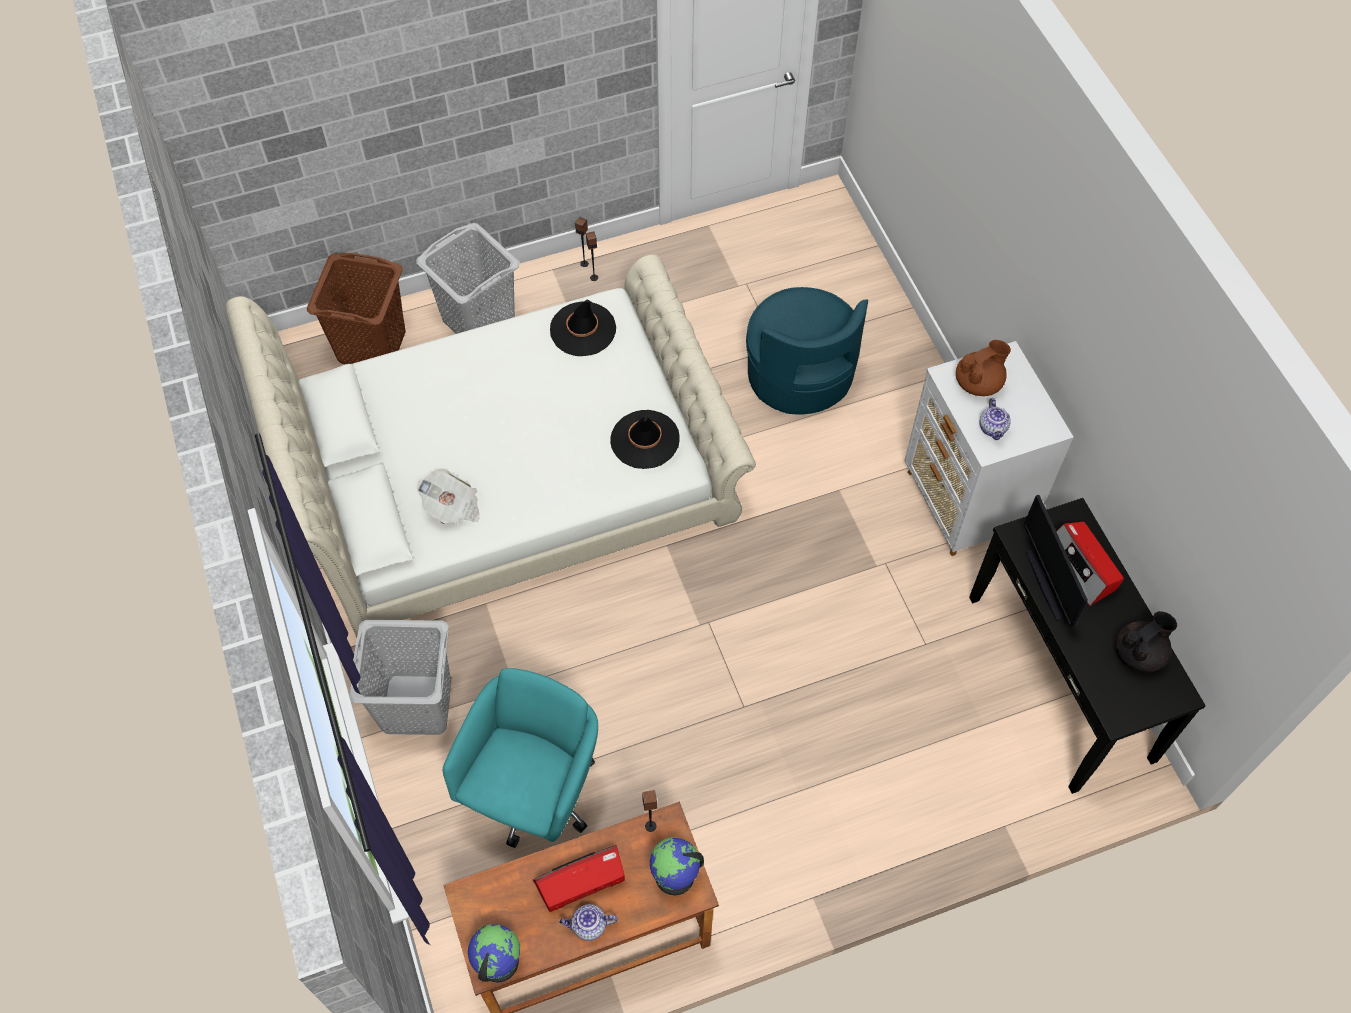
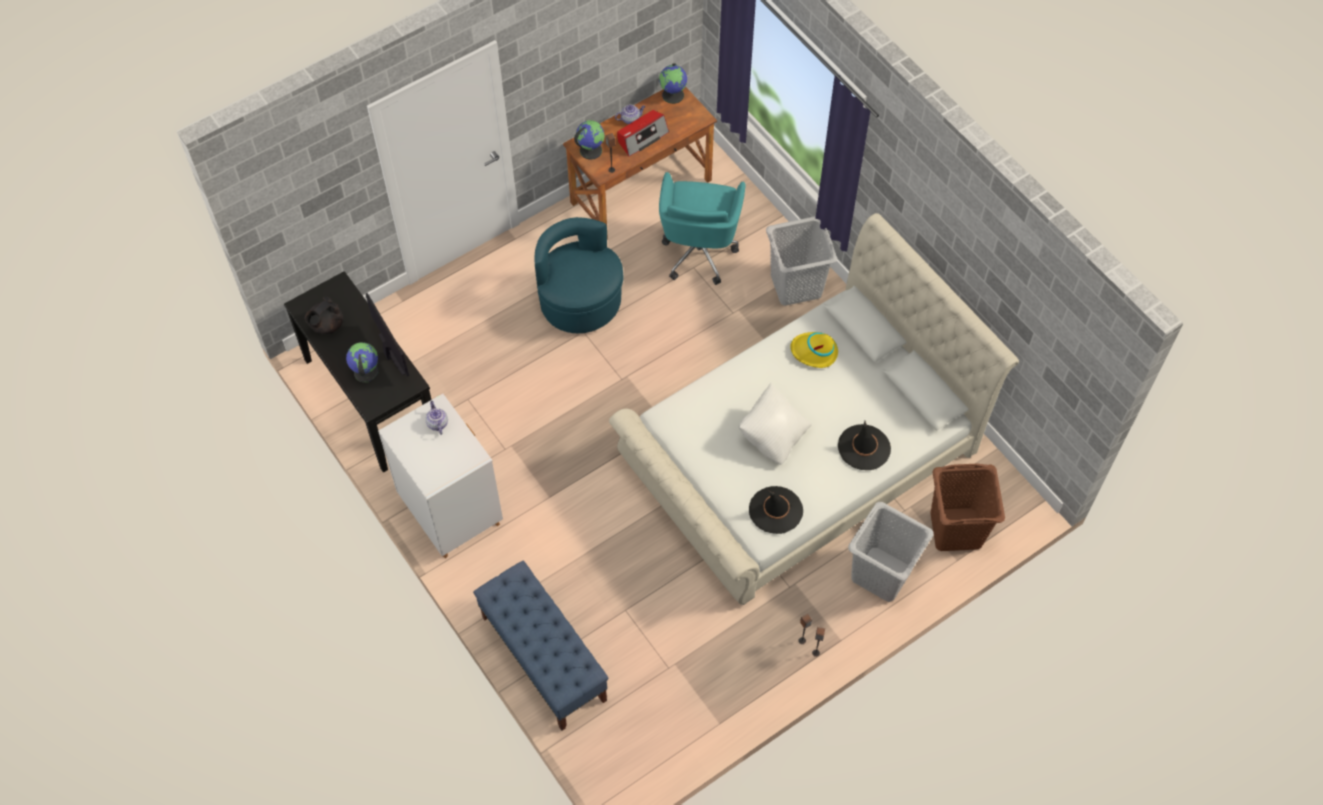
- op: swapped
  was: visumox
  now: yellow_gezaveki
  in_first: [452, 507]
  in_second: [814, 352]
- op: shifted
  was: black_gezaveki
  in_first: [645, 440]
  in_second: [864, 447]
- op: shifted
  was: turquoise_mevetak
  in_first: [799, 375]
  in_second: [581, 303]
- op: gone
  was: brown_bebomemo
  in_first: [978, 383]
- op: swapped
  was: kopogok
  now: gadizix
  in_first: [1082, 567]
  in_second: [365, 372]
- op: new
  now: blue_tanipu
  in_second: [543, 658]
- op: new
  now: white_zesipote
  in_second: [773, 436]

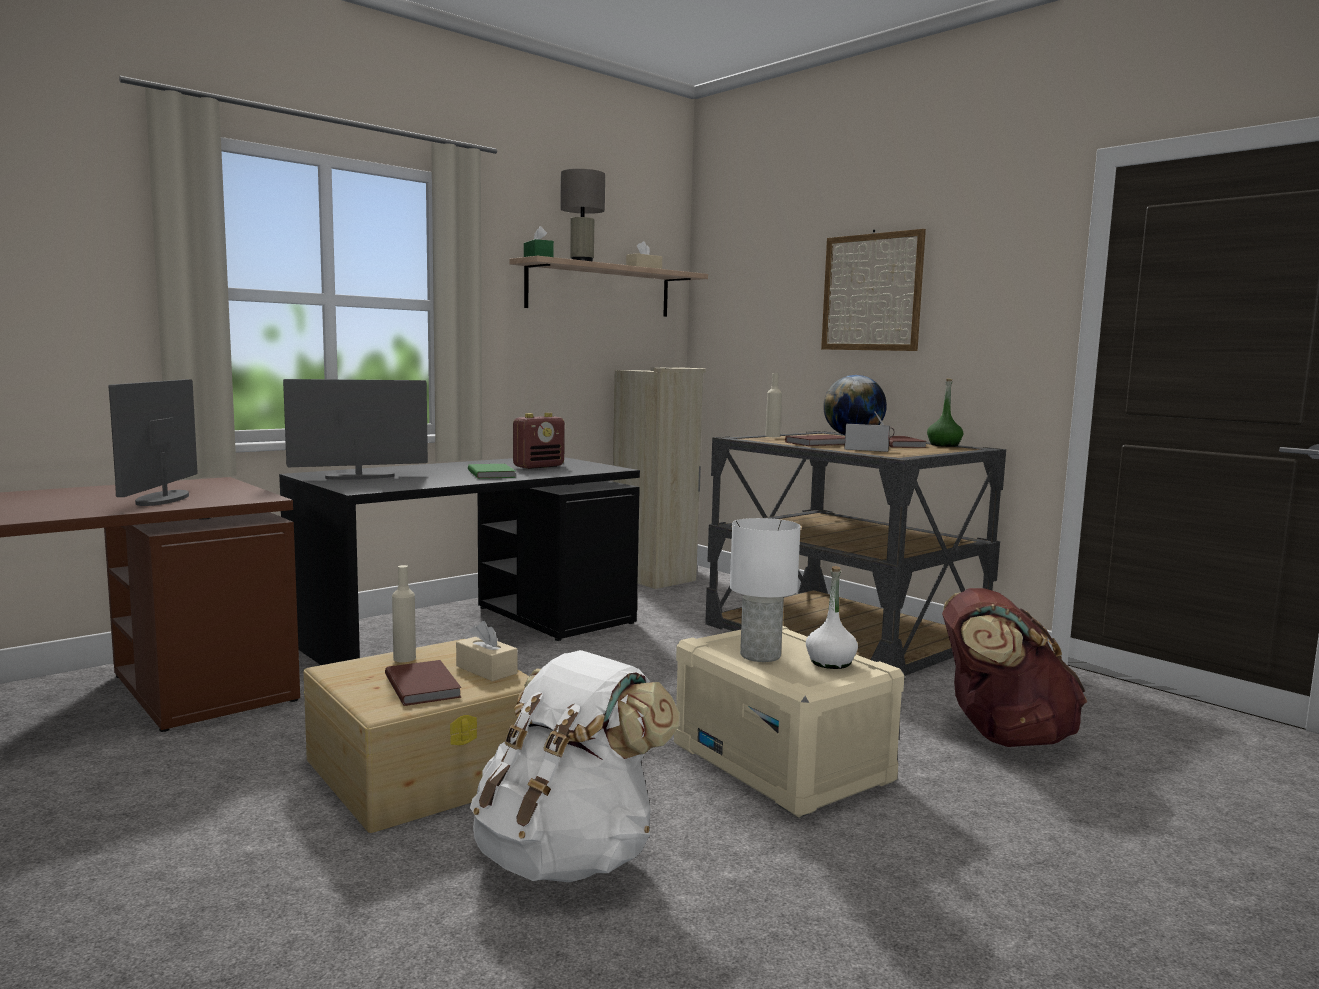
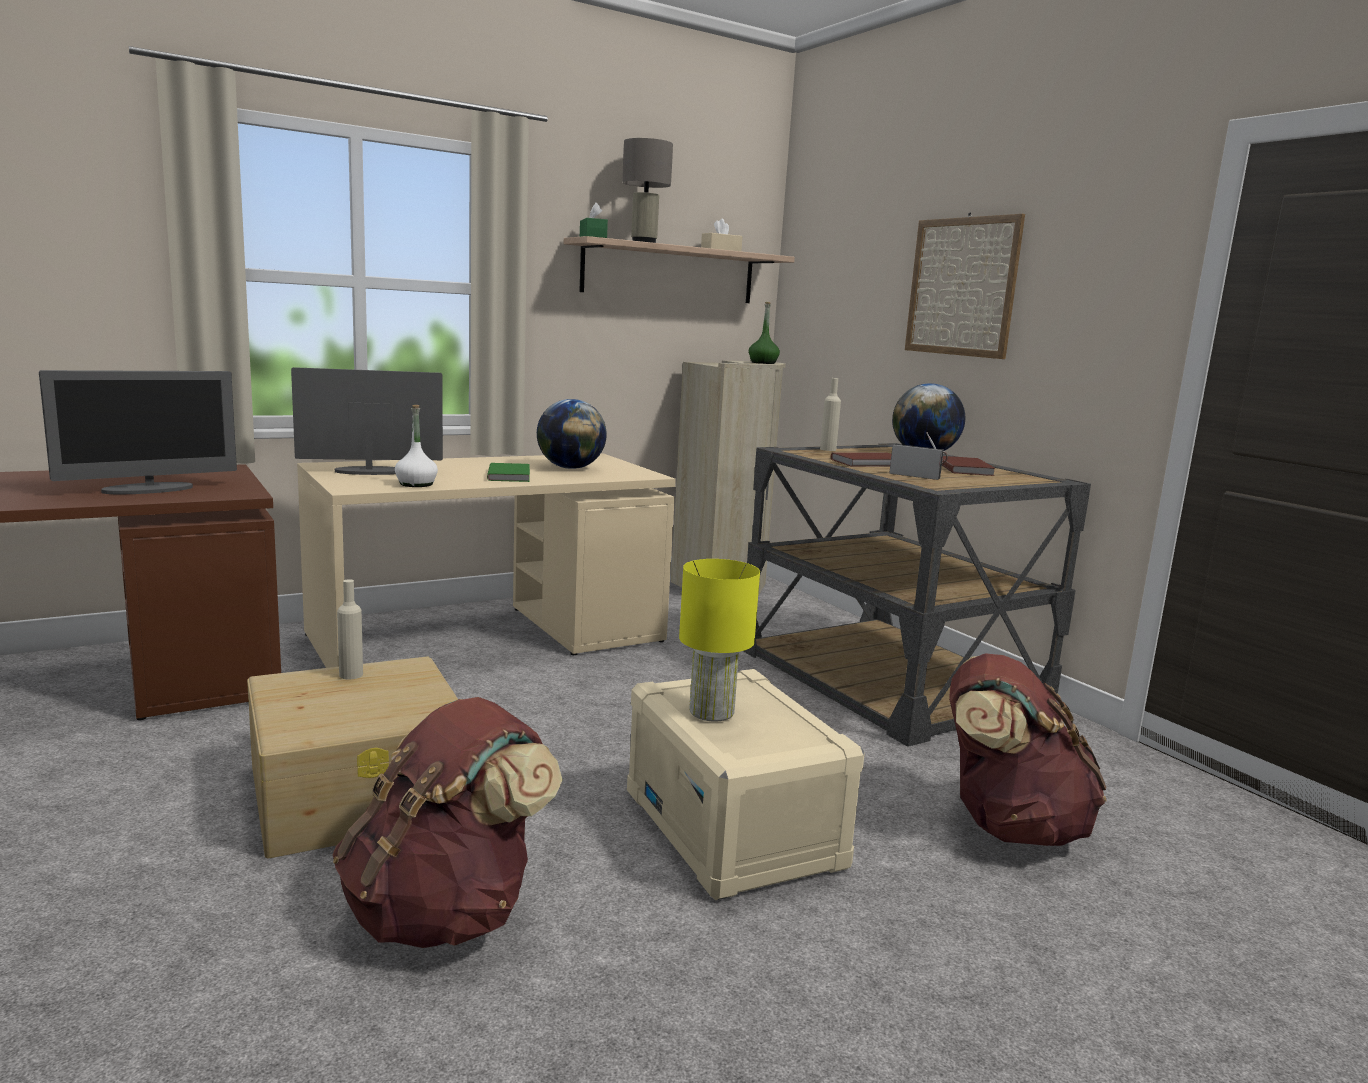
- op: rotated
  was: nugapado
  in_first: [162, 499]
  in_second: [149, 489]
  clockwise: -135
- op: repainted
  was: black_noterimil
  now: beige_noterimil
  in_first: [469, 633]
  in_second: [488, 637]
- op: gone
  was: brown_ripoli
  in_first: [424, 685]
- op: gone
  was: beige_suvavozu
  in_first: [486, 670]
- op: repainted
  was: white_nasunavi
  now: brown_nasunavi
  in_first: [568, 856]
  in_second: [446, 912]
- op: swapped
  was: kopogok
  now: gadizix
  in_first: [539, 466]
  in_second: [570, 468]
- op: repainted
  was: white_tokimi
  now: yellow_tokimi
  in_first: [760, 656]
  in_second: [711, 713]
- op: shifted
  was: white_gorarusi
  in_first: [830, 663]
  in_second: [416, 484]
- op: shifted
  was: green_gorarusi
  in_first: [944, 445]
  in_second: [763, 363]

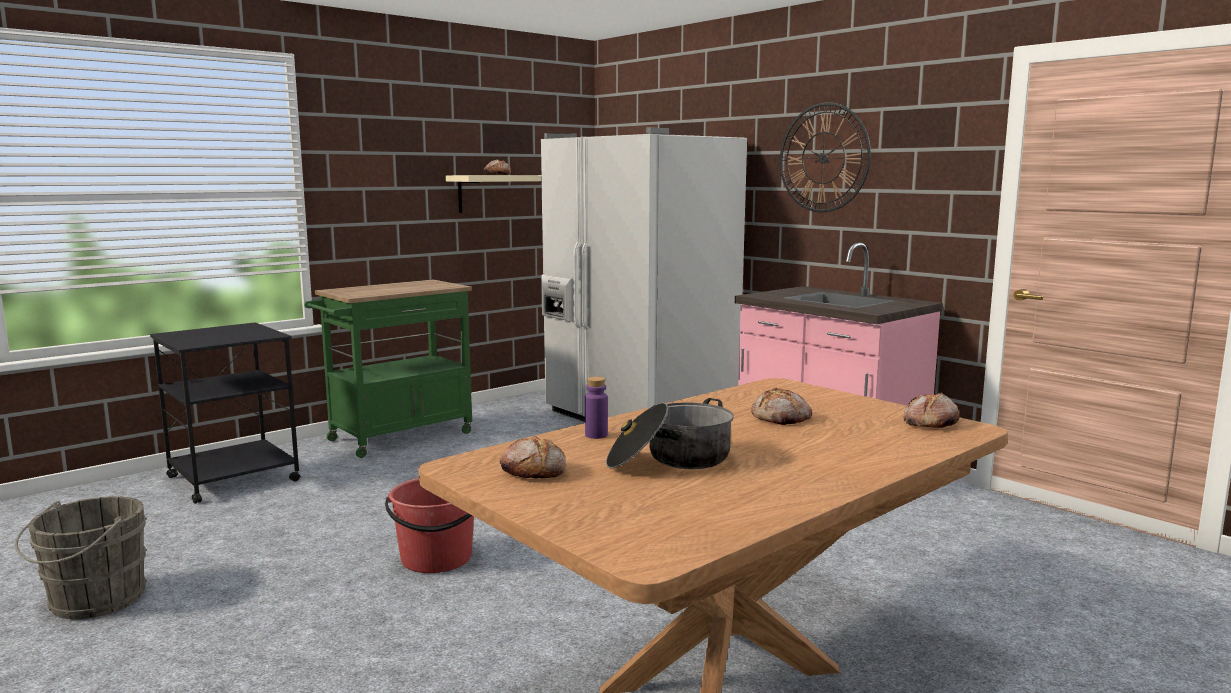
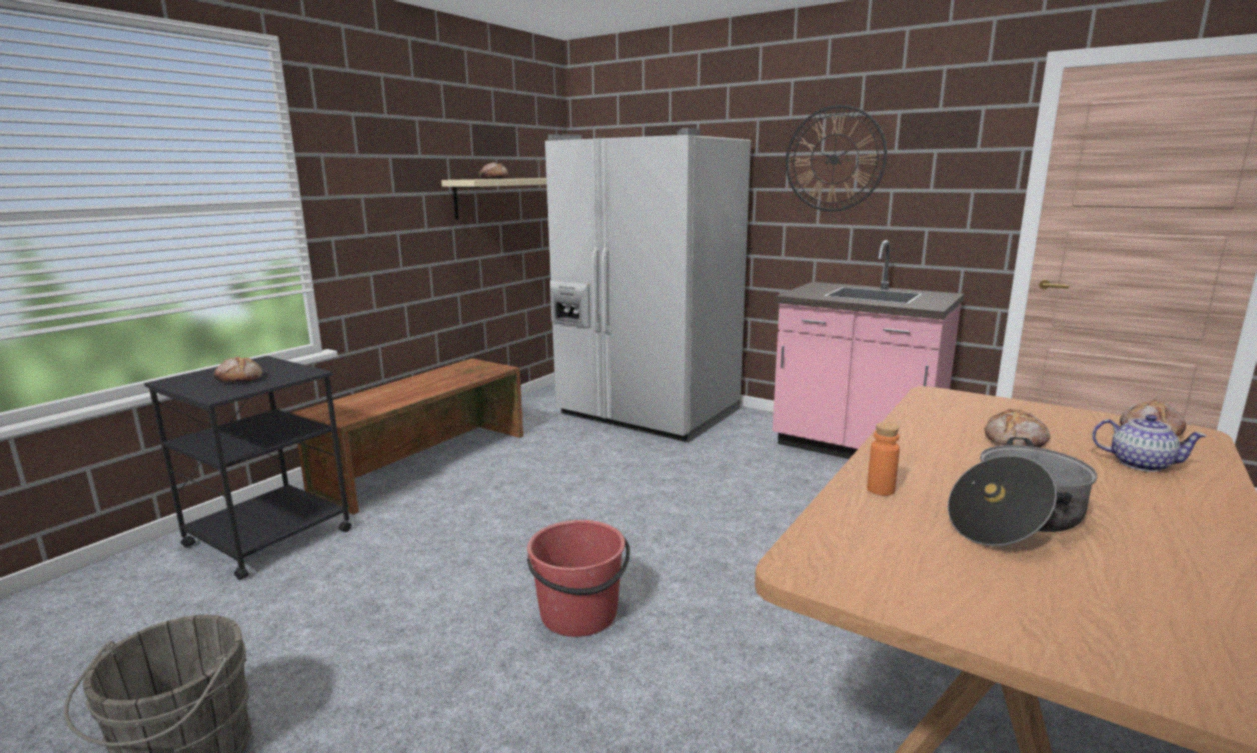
- op: swapped
  was: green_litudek
  now: brown_tanipu
  in_first: [396, 437]
  in_second: [424, 461]
- op: shifted
  was: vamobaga
  in_first: [534, 471]
  in_second: [240, 379]
- op: repainted
  was: purple_gorarusi
  now: orange_gorarusi
  in_first: [596, 435]
  in_second: [880, 489]
- op: new
  now: bebomemo
  in_second: [1140, 464]

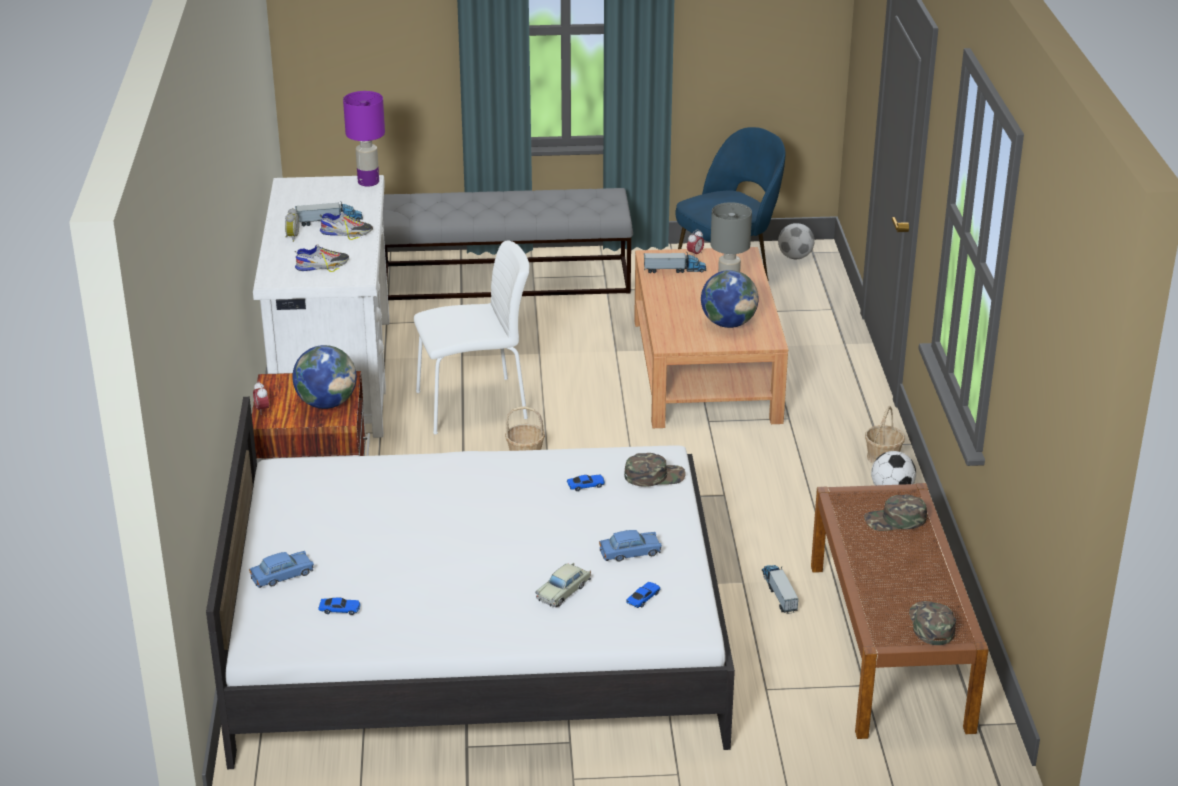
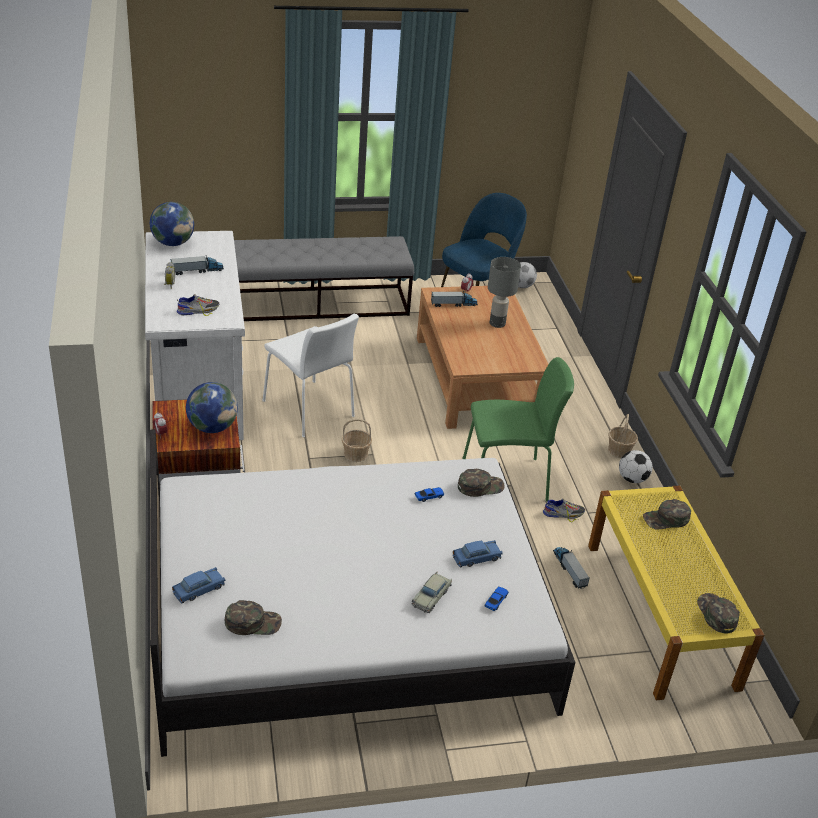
- op: swapped
  was: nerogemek
  now: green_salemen
  in_first: [340, 610]
  in_second: [253, 622]
- op: shifted
  was: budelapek
  in_first: [346, 232]
  in_second: [563, 513]
- op: gone
  was: purple_tokimi
  in_first: [368, 182]
- op: rotated
  was: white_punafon
  in_first: [476, 404]
  in_second: [310, 410]
  clockwise: 75
- op: shifted
  was: gadizix
  in_first: [728, 323]
  in_second: [173, 243]
- op: repainted
  was: brown_tanipu
  now: yellow_tanipu
  in_first: [890, 645]
  in_second: [661, 614]
- op: new
  now: green_punafon
  in_second: [508, 479]

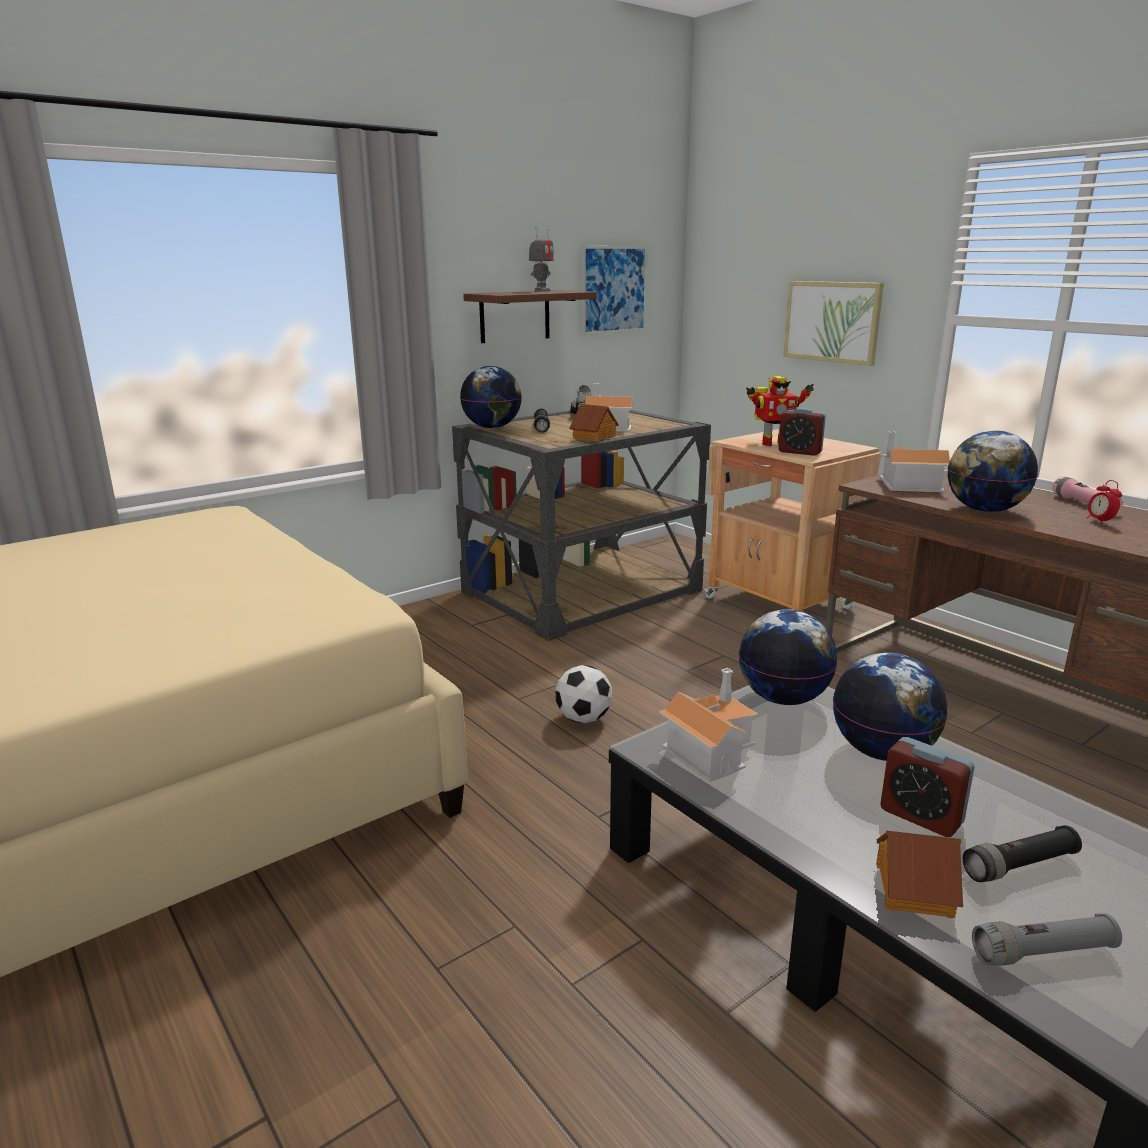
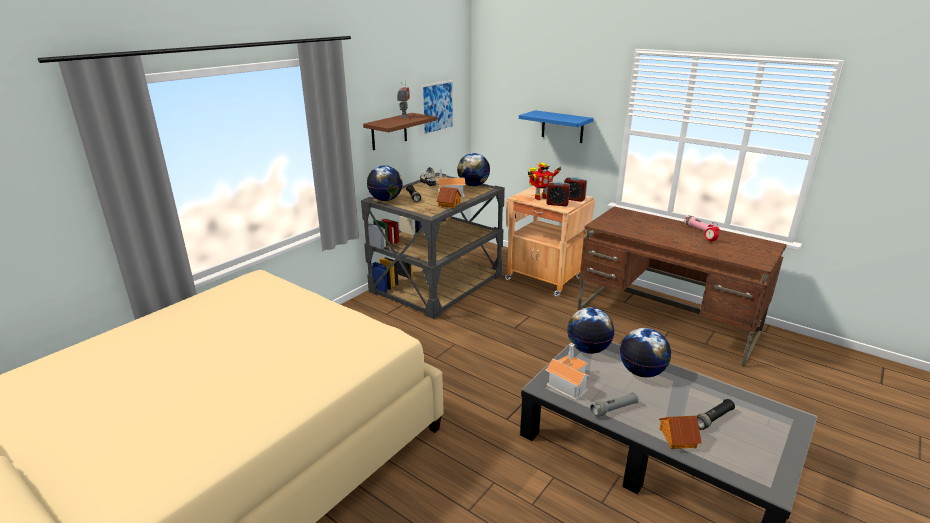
- op: gone
  was: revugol
  in_first: [583, 718]
- op: swapped
  was: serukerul
  now: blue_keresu
  in_first: [832, 321]
  in_second: [562, 127]
- op: gone
  was: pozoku
  in_first: [906, 484]
- op: shifted
  was: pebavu
  in_first: [921, 816]
  in_second: [574, 199]
- op: shifted
  was: gadizix
  in_first: [984, 510]
  in_second: [473, 185]
- op: shifted
  was: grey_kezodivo
  in_first: [1043, 953]
  in_second: [613, 409]

